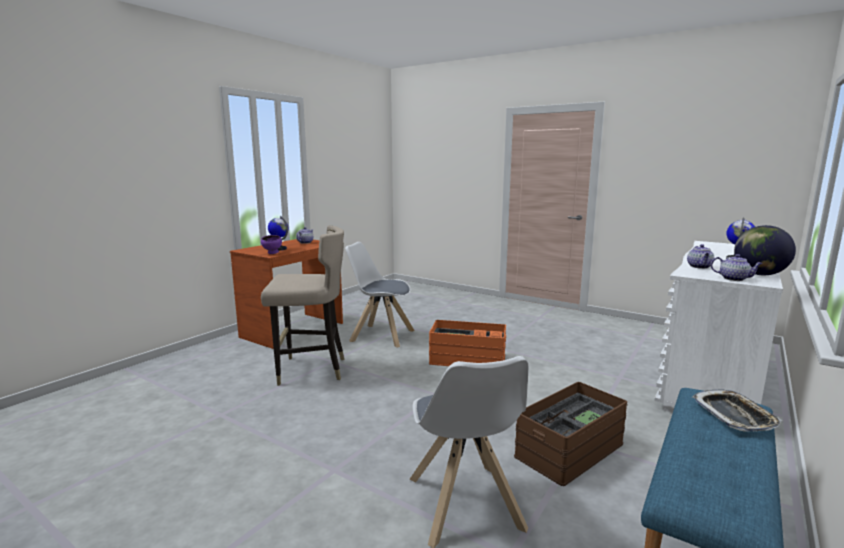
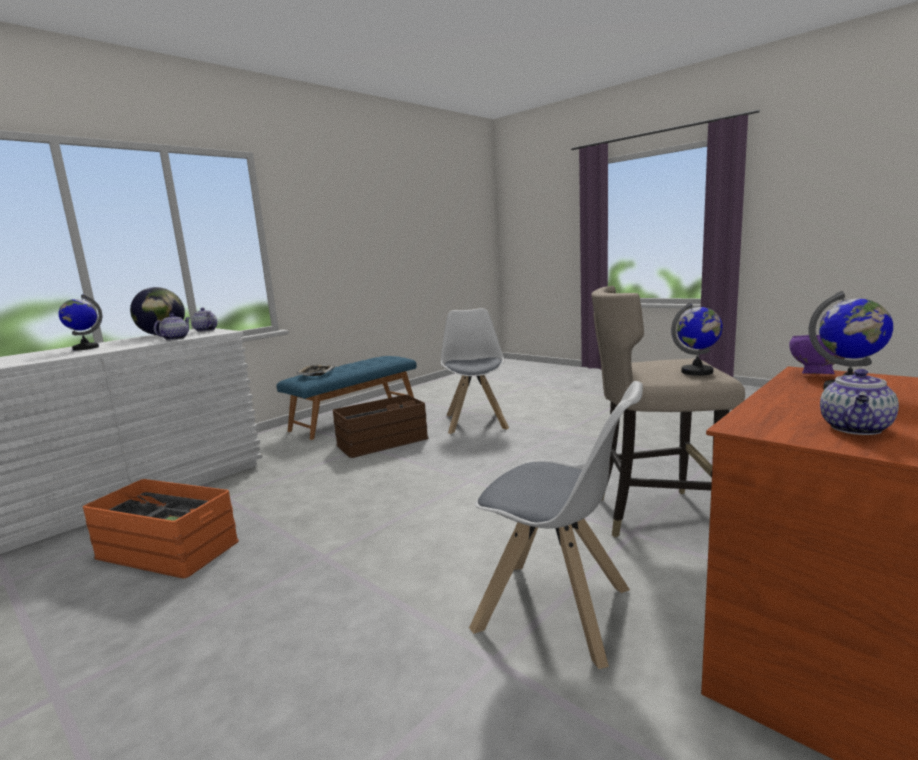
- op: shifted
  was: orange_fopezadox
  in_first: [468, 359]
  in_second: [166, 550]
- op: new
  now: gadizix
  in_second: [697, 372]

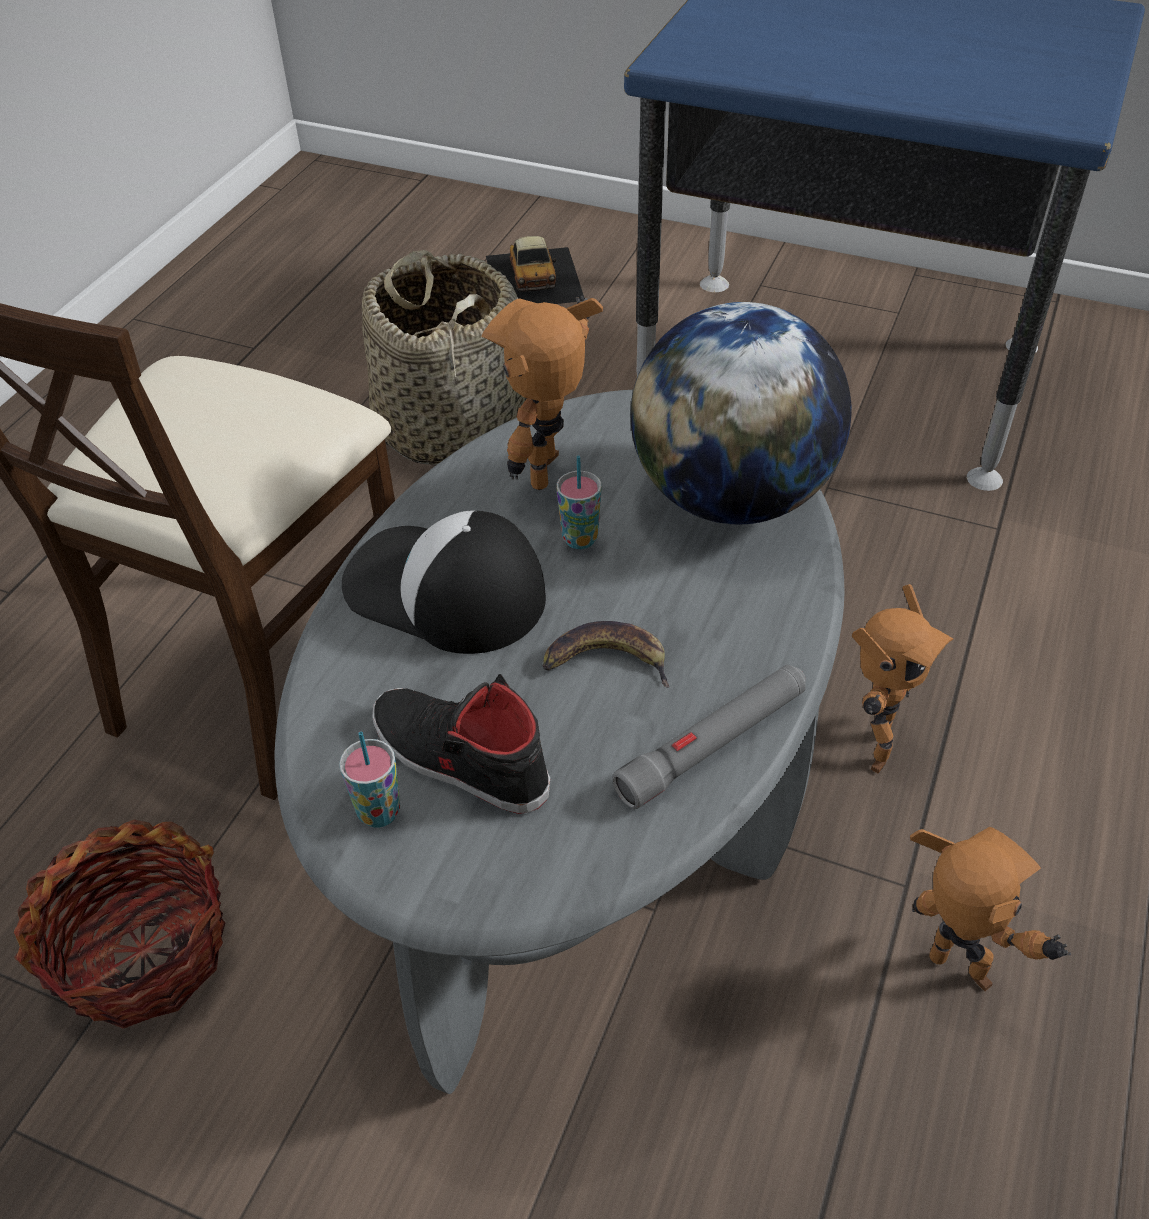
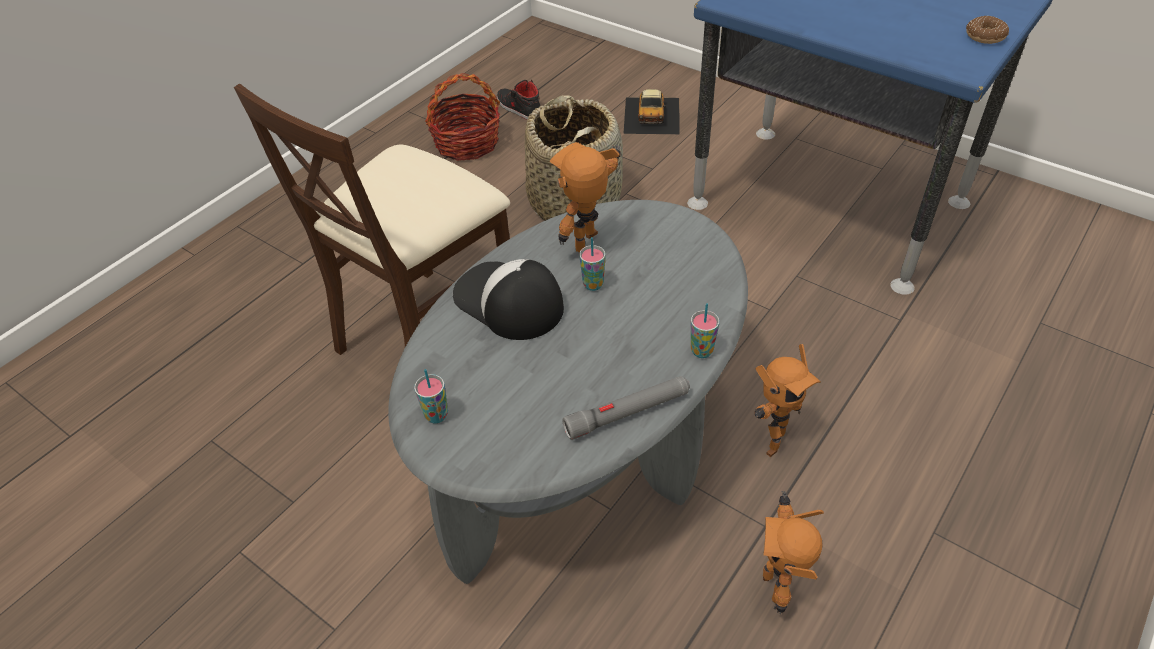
- op: shifted
  was: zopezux
  in_first: [143, 951]
  in_second: [467, 143]
- op: shifted
  was: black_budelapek
  in_first: [458, 758]
  in_second: [518, 108]
- op: gone
  was: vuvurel
  in_first: [605, 661]
- op: gone
  was: gadizix
  in_first: [731, 497]
- op: rotated
  was: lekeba
  in_first: [955, 978]
  in_second: [777, 585]
  clockwise: -150
- op: new
  now: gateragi
  in_second: [702, 351]
- op: new
  now: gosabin
  in_second: [985, 36]

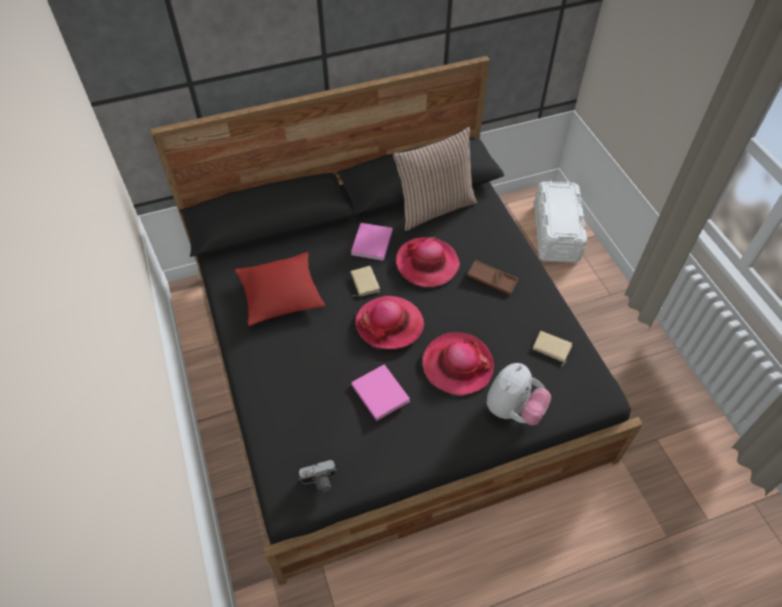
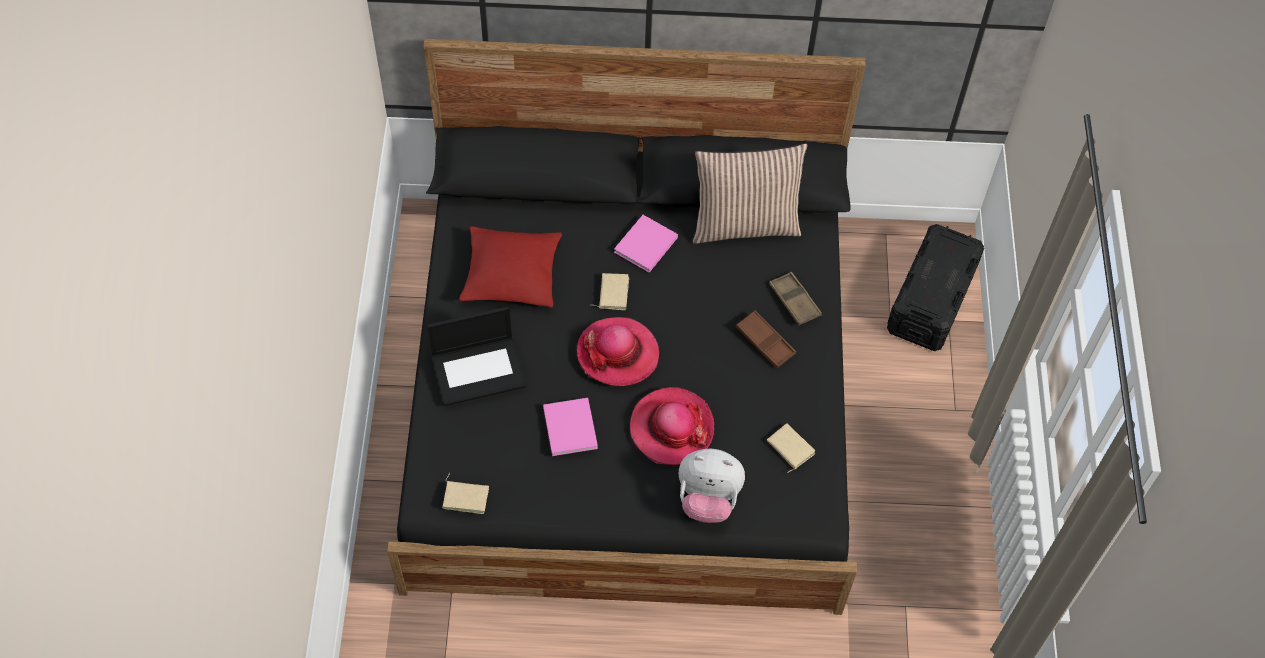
- op: swapped
  was: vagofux
  now: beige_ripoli
  in_first: [319, 482]
  in_second: [466, 497]
- op: gone
  was: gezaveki
  in_first: [427, 263]
- op: rotated
  was: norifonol
  in_first: [513, 409]
  in_second: [708, 499]
  clockwise: 45
- op: repainted
  was: white_fopezadox
  now: black_fopezadox
  in_first: [556, 232]
  in_second: [931, 300]
- op: new
  now: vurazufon
  in_second: [479, 370]
- op: new
  now: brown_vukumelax
  in_second: [794, 301]

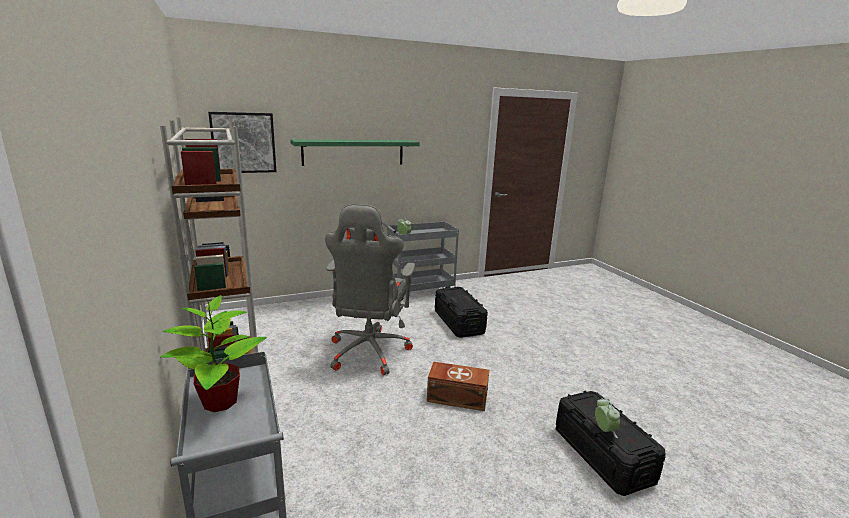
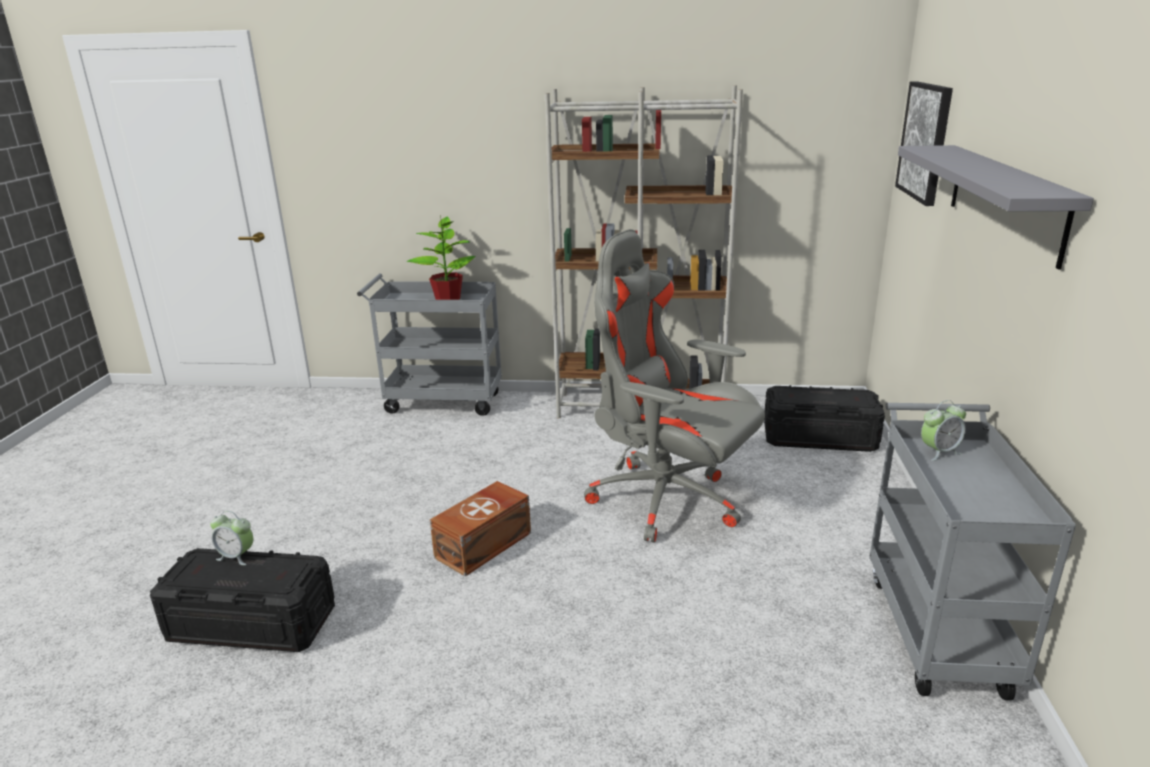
- op: repainted
  was: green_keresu
  now: grey_keresu
  in_first: [353, 152]
  in_second: [1005, 200]
- op: shifted
  was: black_fopezadox
  in_first: [459, 322]
  in_second: [819, 437]

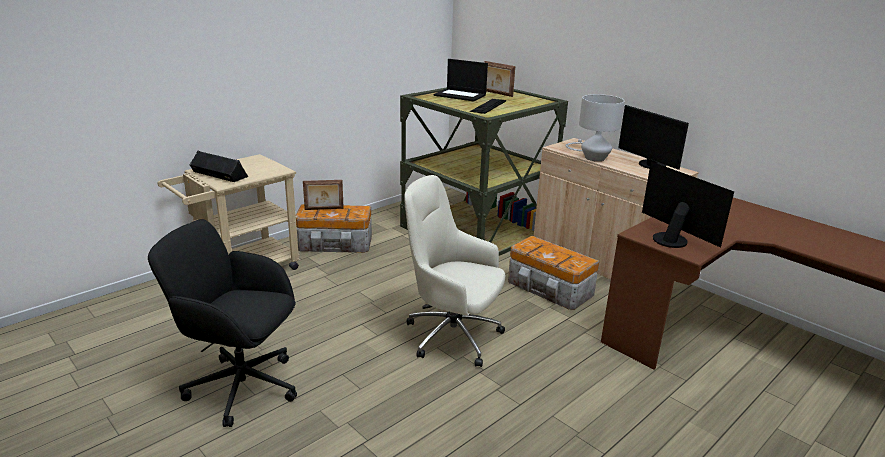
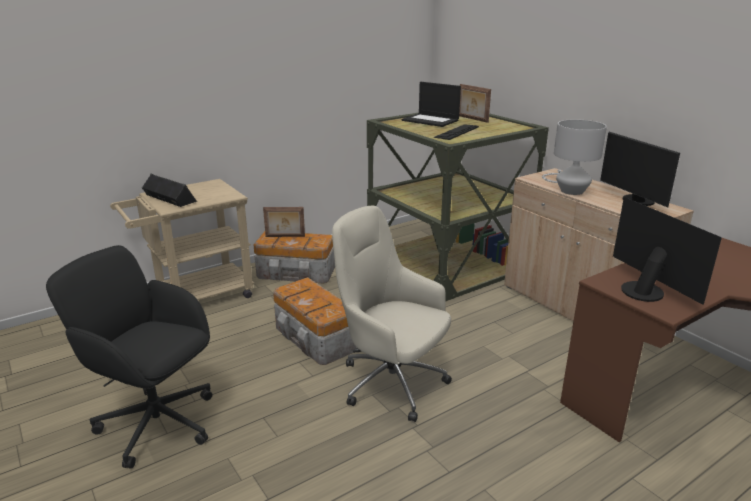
- op: shifted
  was: fopezadox
  in_first: [550, 289]
  in_second: [316, 338]

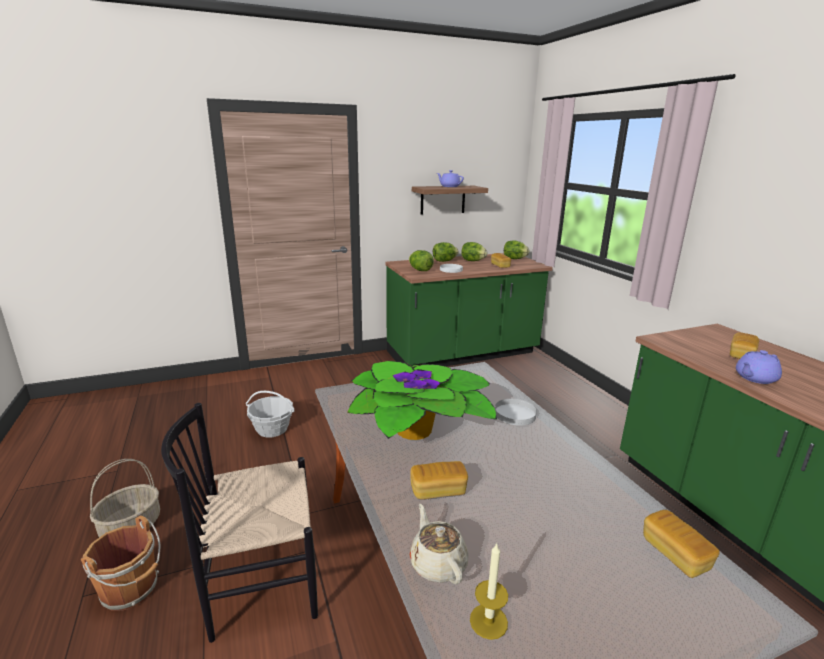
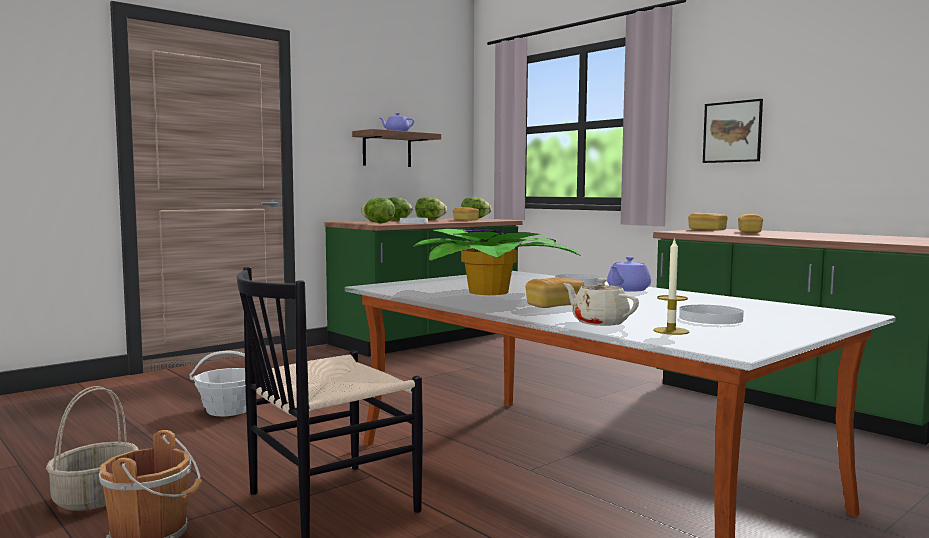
- op: shifted
  was: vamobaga
  in_first: [675, 554]
  in_second: [707, 230]
- op: shifted
  was: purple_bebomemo
  in_first: [754, 378]
  in_second: [627, 290]
- op: new
  now: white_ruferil
  in_second: [710, 318]
- op: new
  now: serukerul
  in_second: [732, 132]

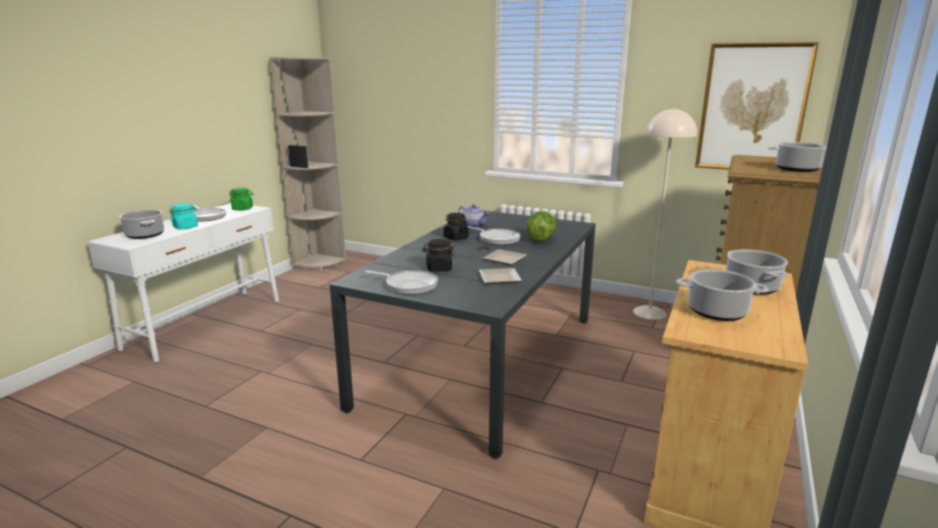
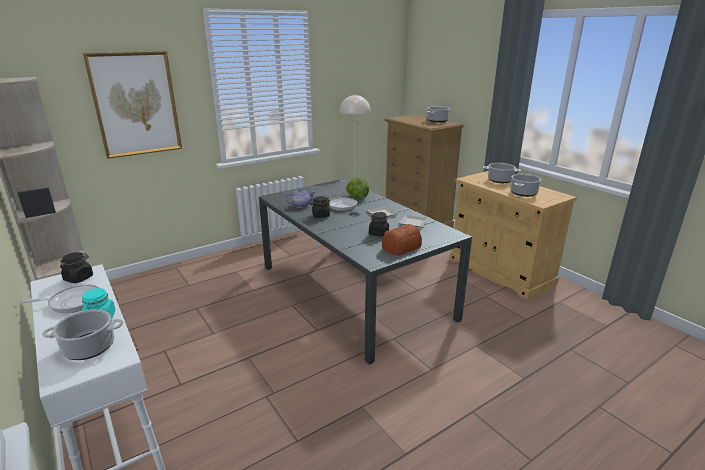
- op: repainted
  was: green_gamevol
  now: black_gamevol
  in_first: [243, 209]
  in_second: [79, 278]
- op: swapped
  was: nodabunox
  now: vamobaga
  in_first: [408, 285]
  in_second: [400, 247]
- op: shifted
  was: serukerul
  in_first: [752, 108]
  in_second: [136, 104]

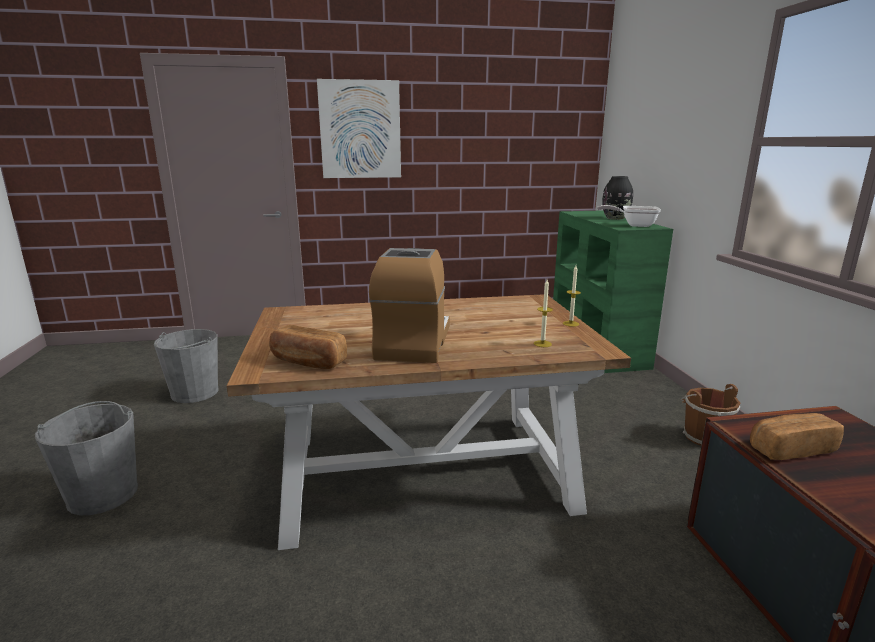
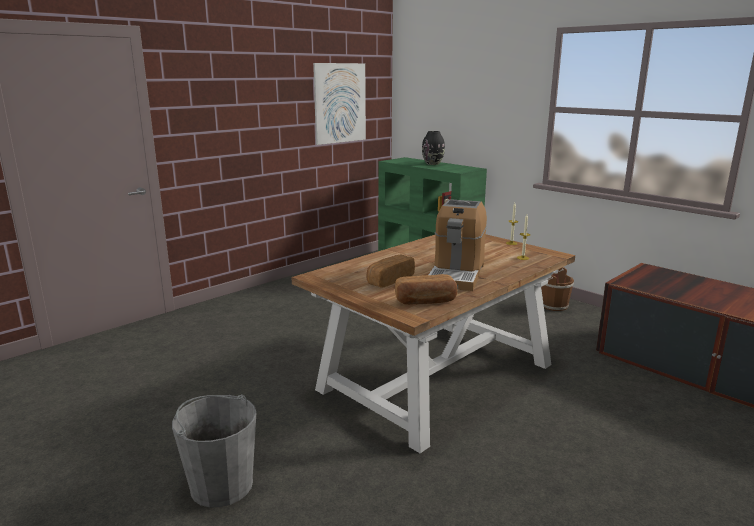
- op: gone
  was: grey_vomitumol
  in_first: [194, 393]
- op: shifted
  was: serukerul
  in_first: [360, 130]
  in_second: [340, 103]
- op: rotated
  was: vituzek
  in_first: [413, 343]
  in_second: [456, 274]
  clockwise: -135
- op: gone
  was: nodabunox
  in_first: [634, 225]
- op: shifted
  was: vamobaga
  in_first: [790, 449]
  in_second: [389, 280]

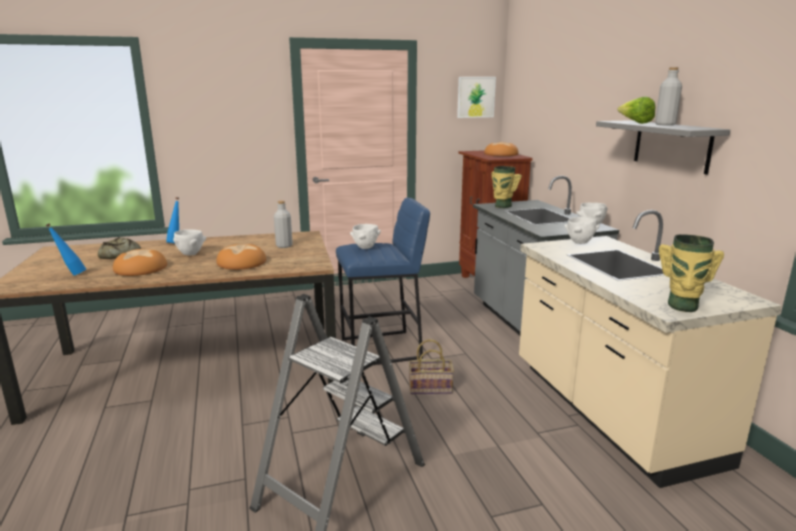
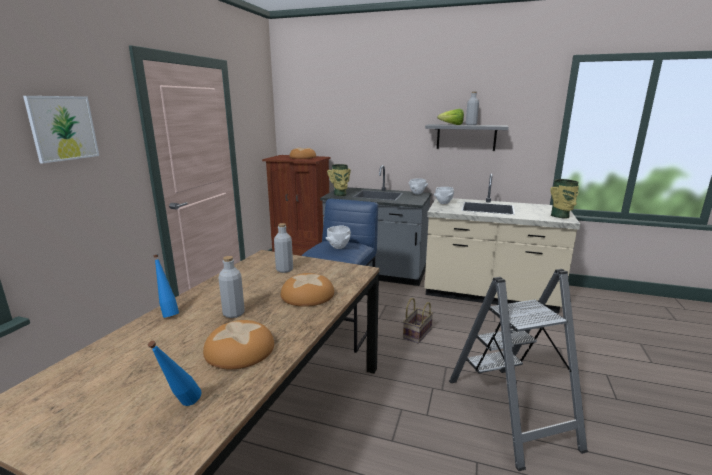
- op: gone
  was: vamobaga
  in_first: [118, 255]
- op: swapped
  was: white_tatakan
  now: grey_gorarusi
  in_first: [191, 254]
  in_second: [234, 313]
- op: shifted
  was: serukerul
  in_first: [476, 97]
  in_second: [63, 128]

